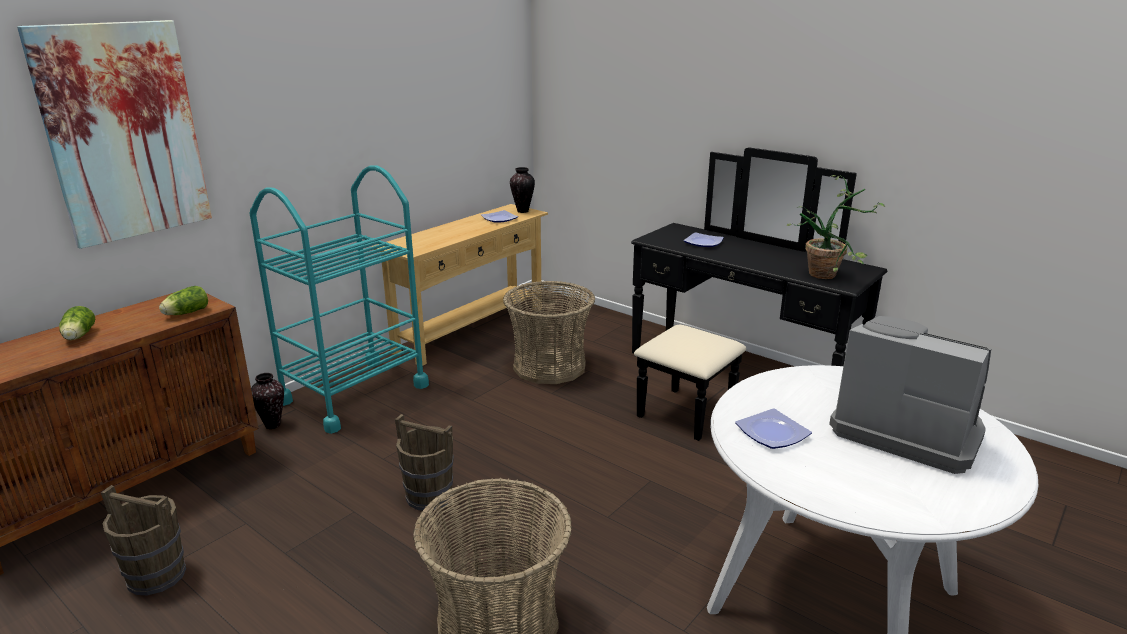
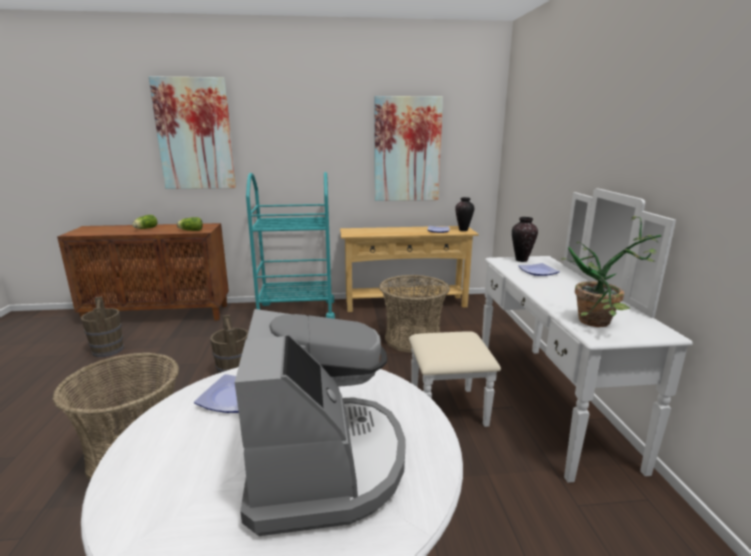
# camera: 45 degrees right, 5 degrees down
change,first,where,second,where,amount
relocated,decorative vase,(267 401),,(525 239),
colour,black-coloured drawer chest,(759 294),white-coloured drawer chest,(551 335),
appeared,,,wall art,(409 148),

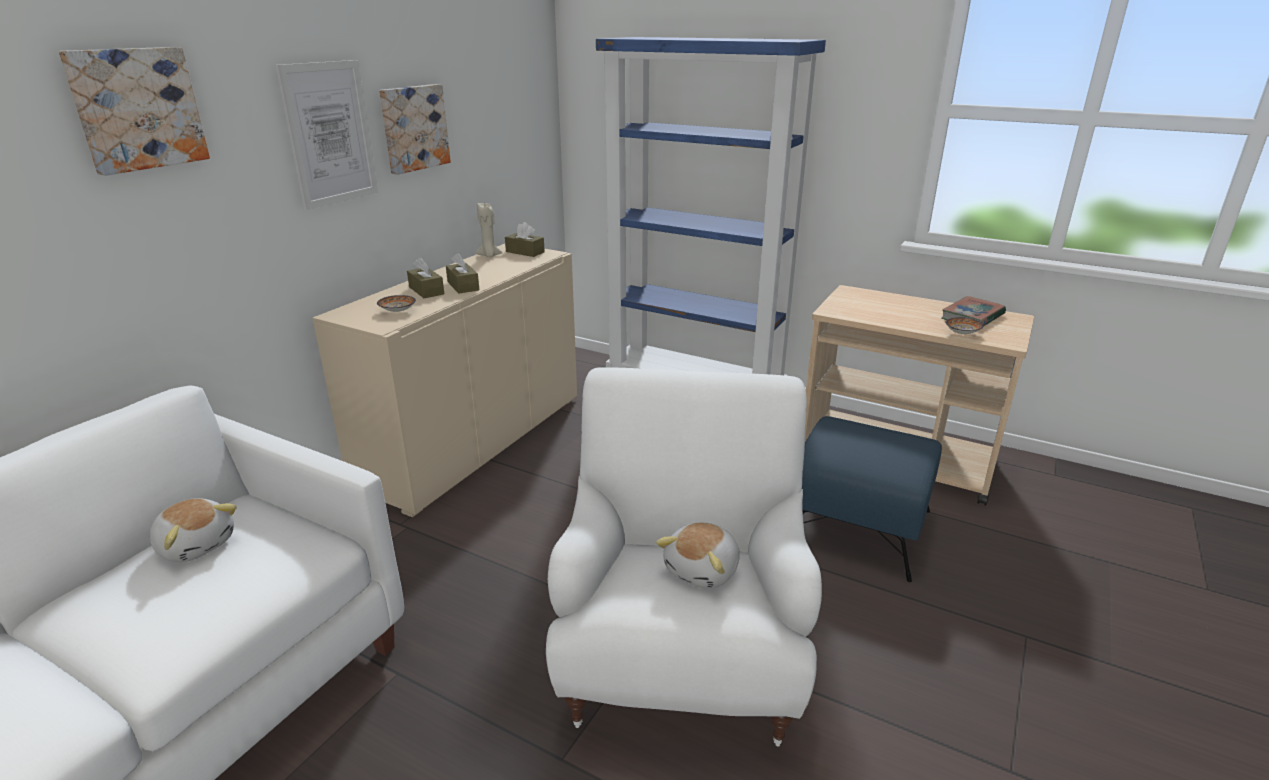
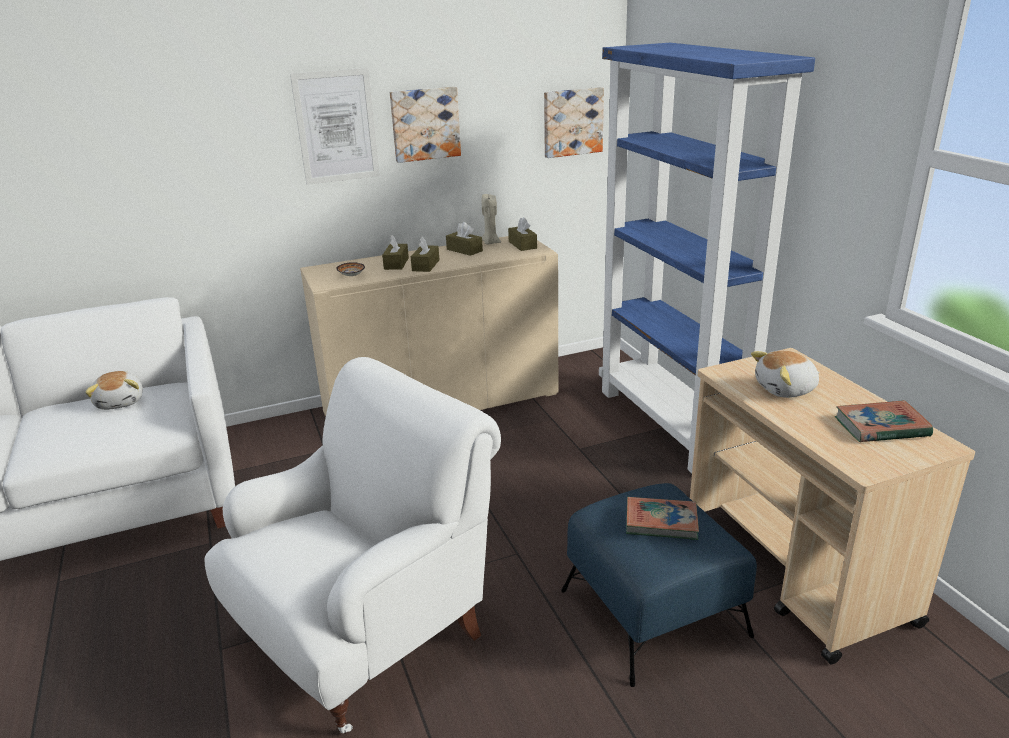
# camera: 40 degrees right, 0 degrees up
change,first,where,second,where,amount
relocated,wall art,(134 111),,(574 122),
relocated,cuddly toy,(698 555),,(785 374),
missing,bowl,(964 325),,,
appeared,,,brownish tissue holder,(464 239),
appeared,,,bound book,(662 518),

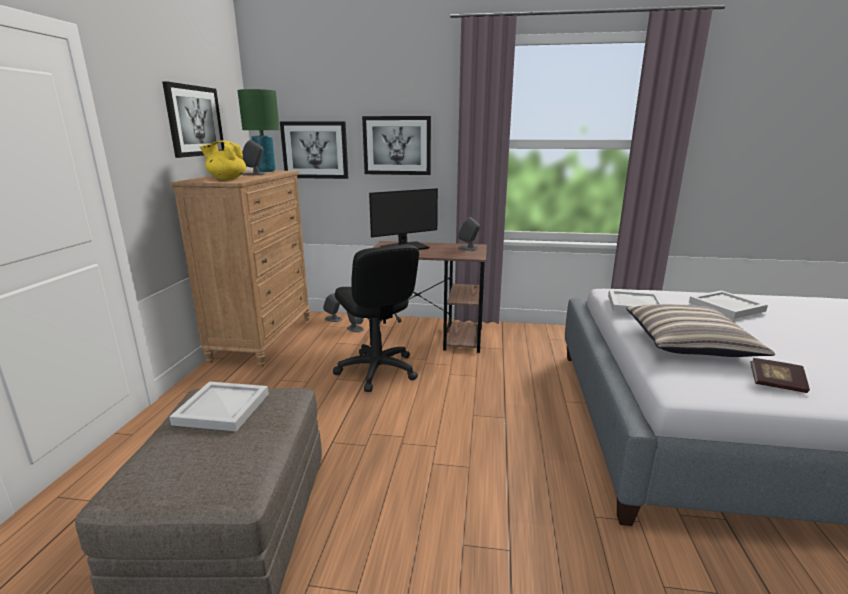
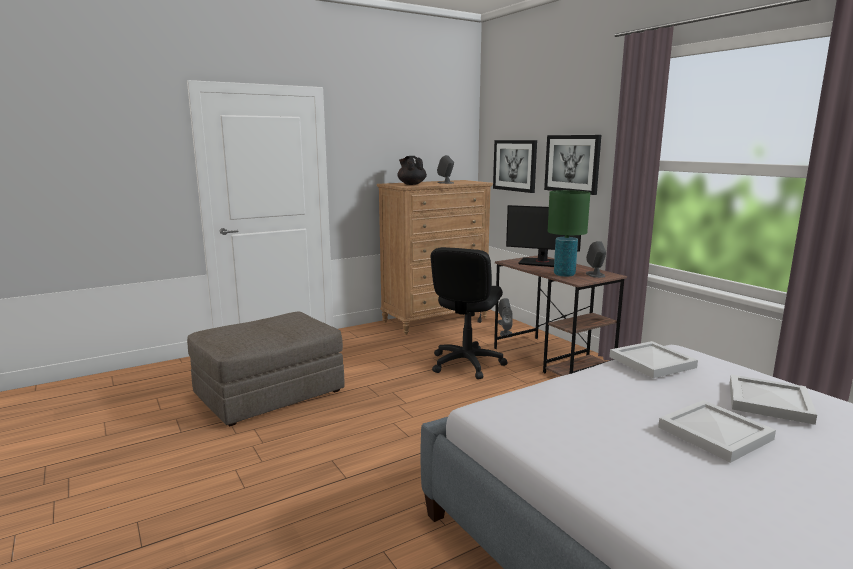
# camera: 50 degrees right, 5 degrees down
change,first,where,second,where,amount
missing,wall art,(193 119),,,
relocated,white-coloured carrying tray,(219 406),,(717 431),
colour,yellowish pot for tea,(223 160),black-coloured pot for tea,(412 170),
relocated,green table lamp,(258 130),,(569 233),
missing,throw pillow,(700 330),,,
missing,bound book,(780 375),,,

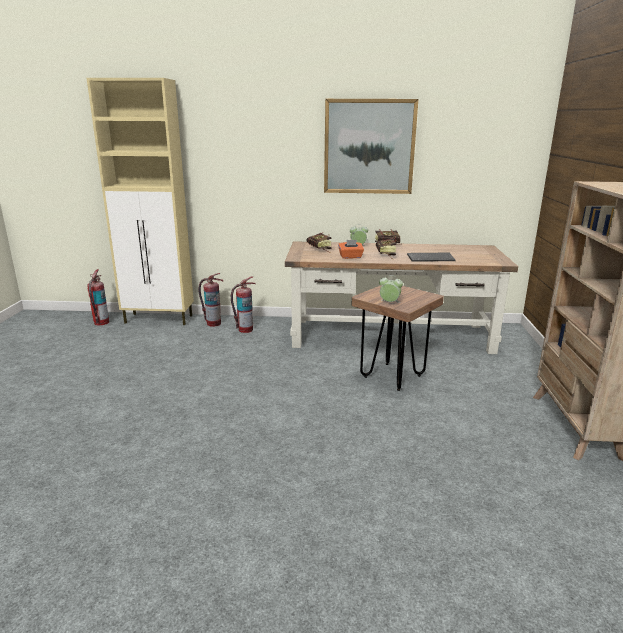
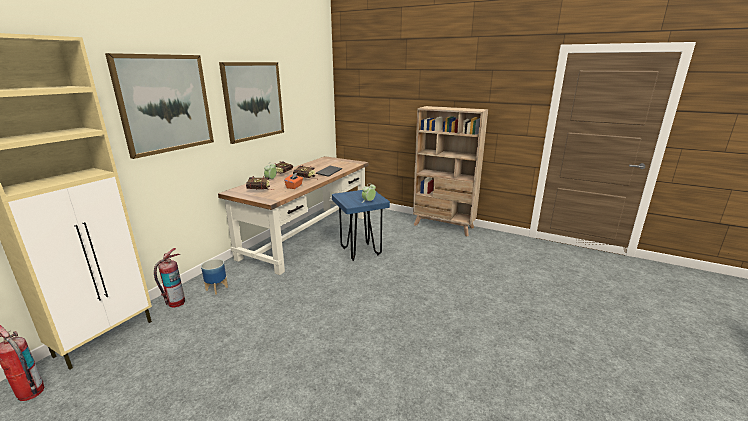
# camera: 65 degrees left, 0 degrees up
change,first,where,second,where,amount
exchanged,extinguisher,(243 304),planter,(214 277),
colour,brownish stool seat,(398 338),bluish stool seat,(361 225),
appeared,,,wall art,(159 106),

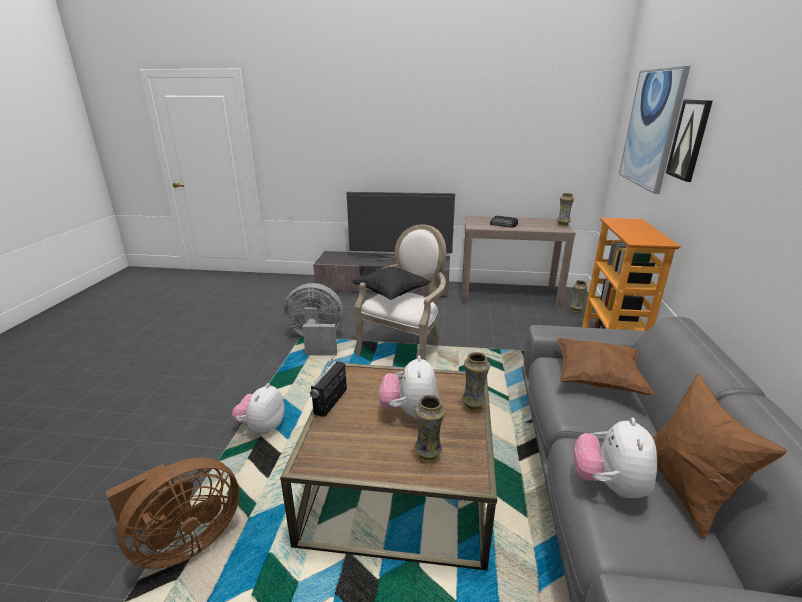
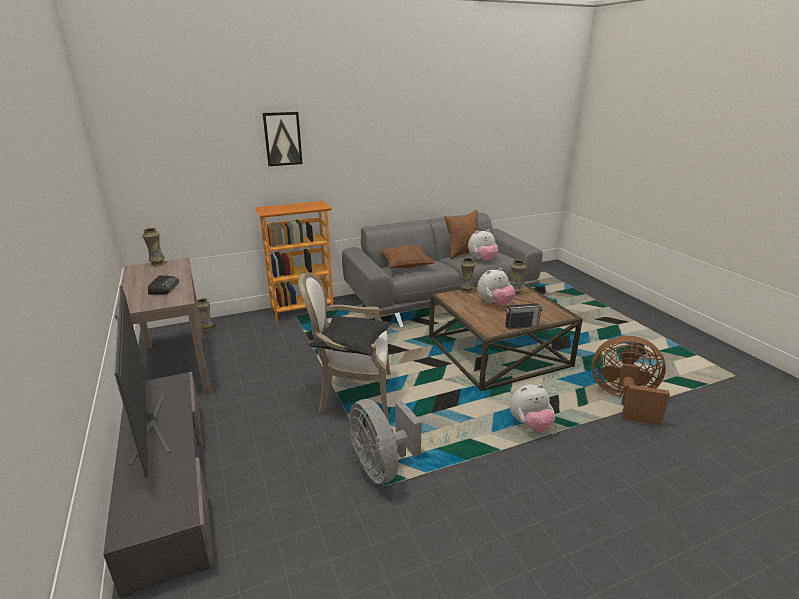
# camera: 120 degrees left, 0 degrees up
change,first,where,second,where,amount
missing,wall art,(654 130),,,

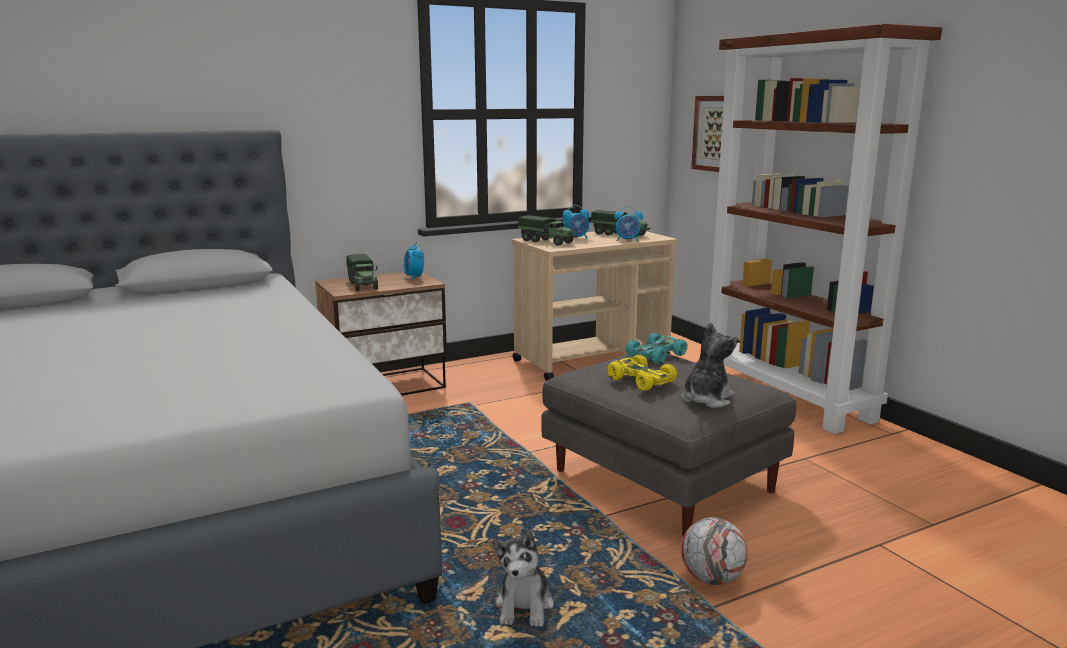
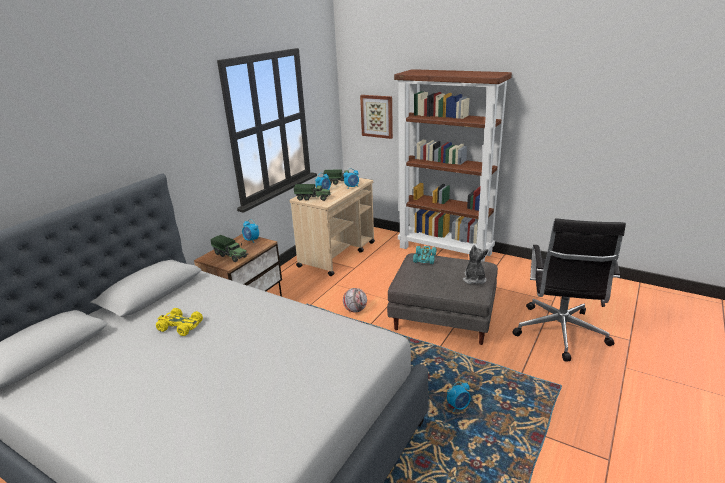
# camera: 30 degrees left, 10 degrees up
change,first,where,second,where,amount
exchanged,cuddly toy,(523 578),alarm clock,(459 397),
relocated,yellowish model car,(642 373),,(179 322),
relocated,ball for football,(714 551),,(355 300),
appeared,,,black-coloured desk chair,(569 290),

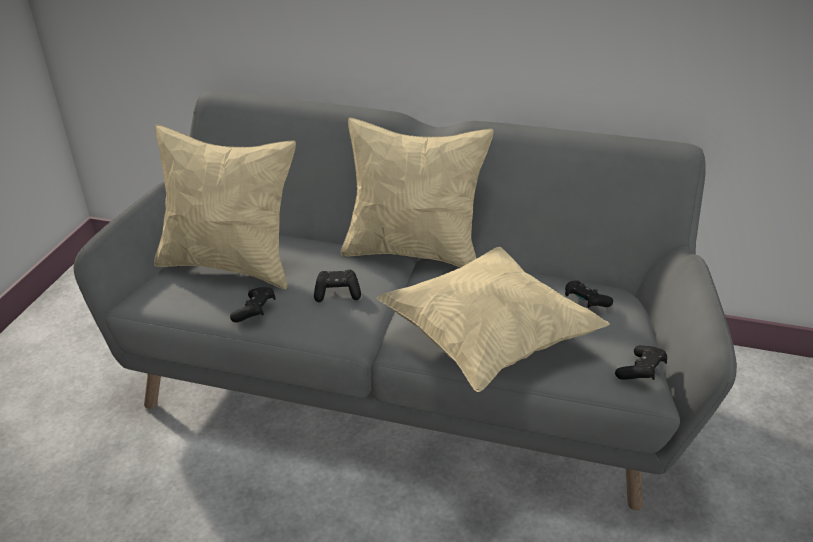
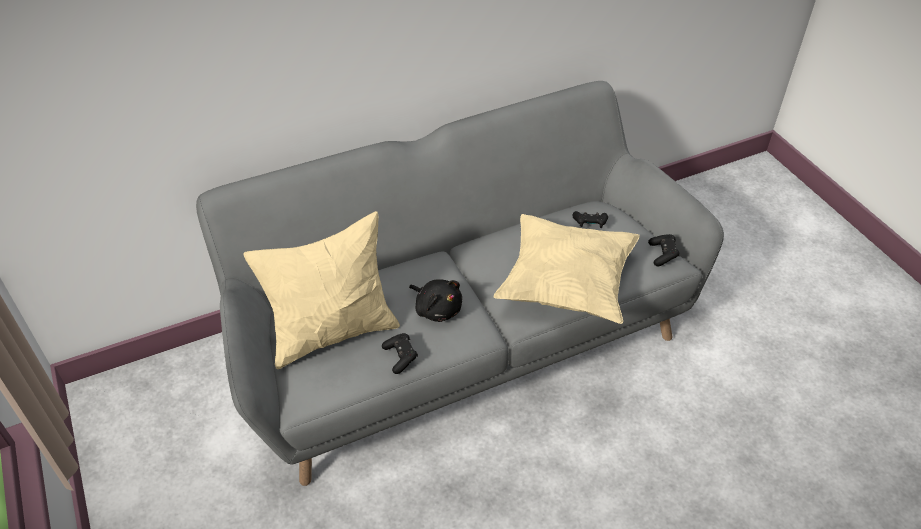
# camera: 40 degrees left, 10 degrees up
change,first,where,second,where,amount
exchanged,black-coloured joypad,(337 286),black-coloured cuddly toy,(435 300),
missing,beige-coloured throw pillow,(417 193),,,

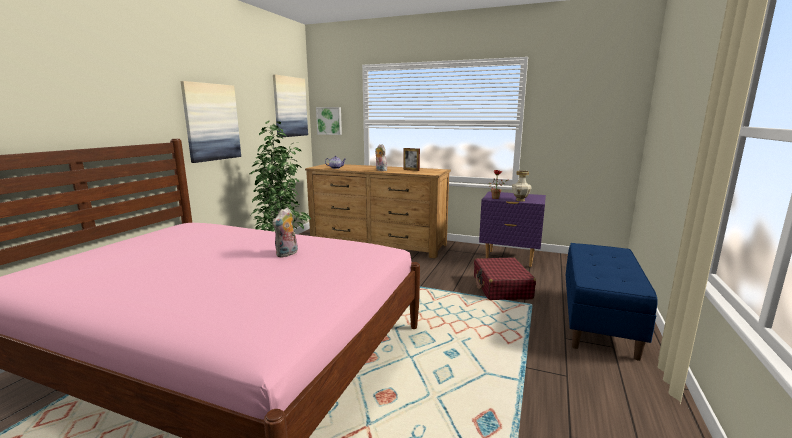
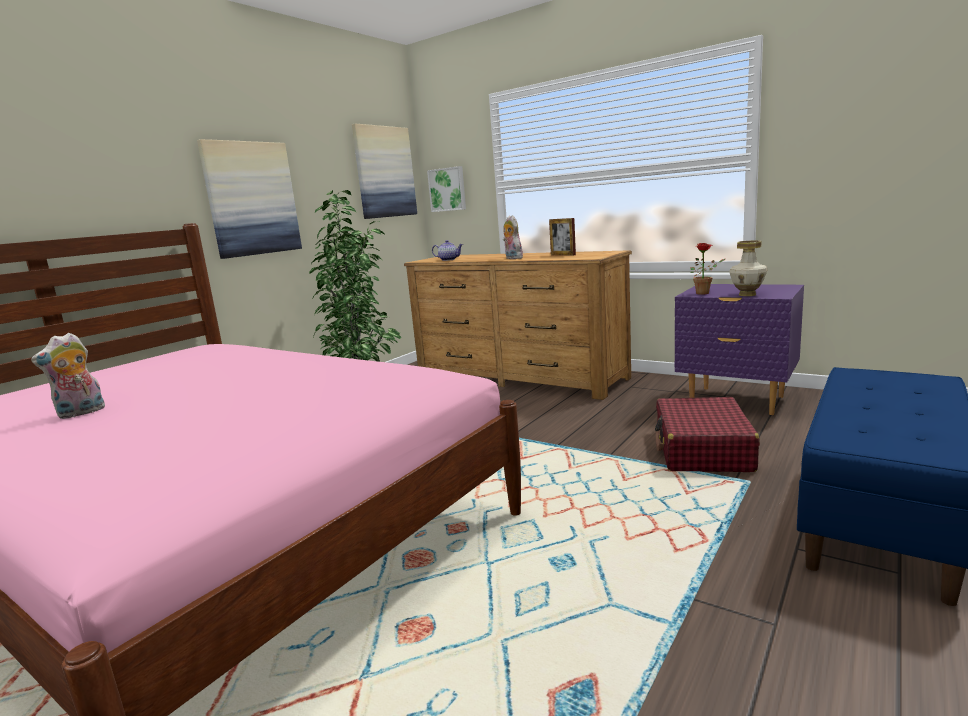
# camera: 15 degrees right, 0 degrees up
change,first,where,second,where,amount
relocated,cuddly toy,(285 232),,(68 376),

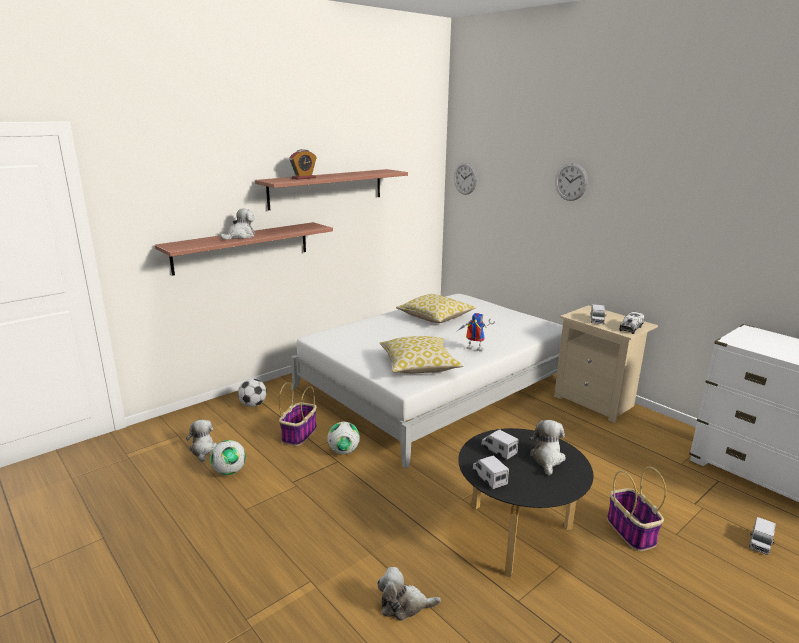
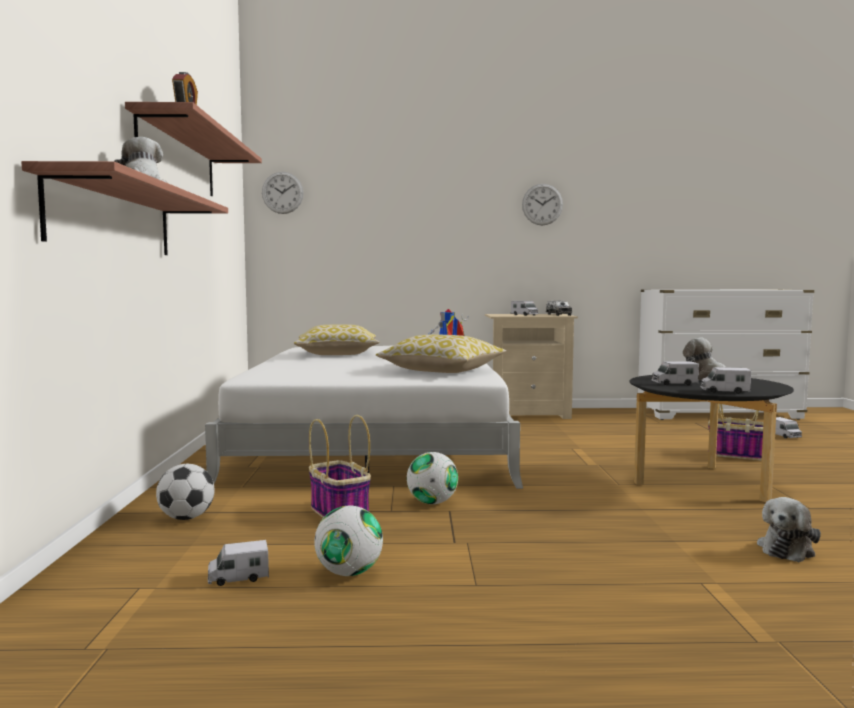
# camera: 50 degrees left, 15 degrees down
change,first,where,second,where,amount
exchanged,cuddly toy,(201 441),model truck,(238 563),
relocated,clock on the wall,(571 182),,(542 204),

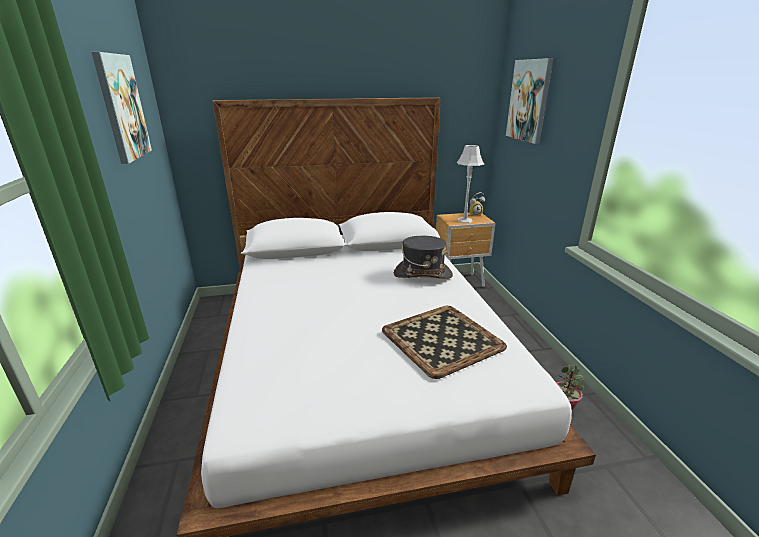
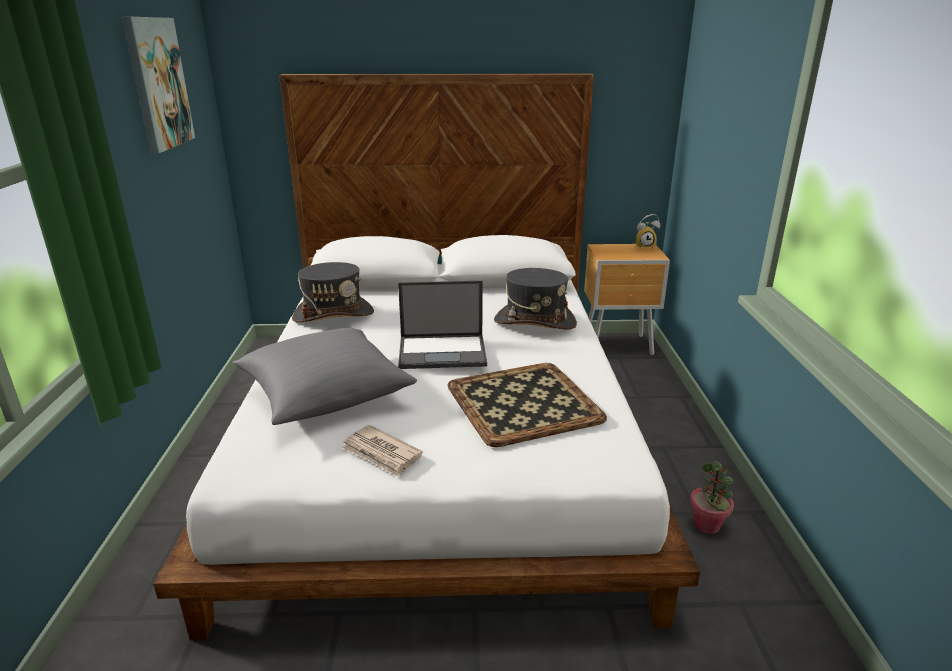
# camera: 10 degrees right, 0 degrees up
change,first,where,second,where,amount
missing,gray table lamp,(470 184),,,
missing,wall art,(529 101),,,
appeared,,,gray throw pillow,(325 376),
appeared,,,gray hat,(333 292),
appeared,,,printed paper,(382 451),
appeared,,,notebook computer,(442 325),

